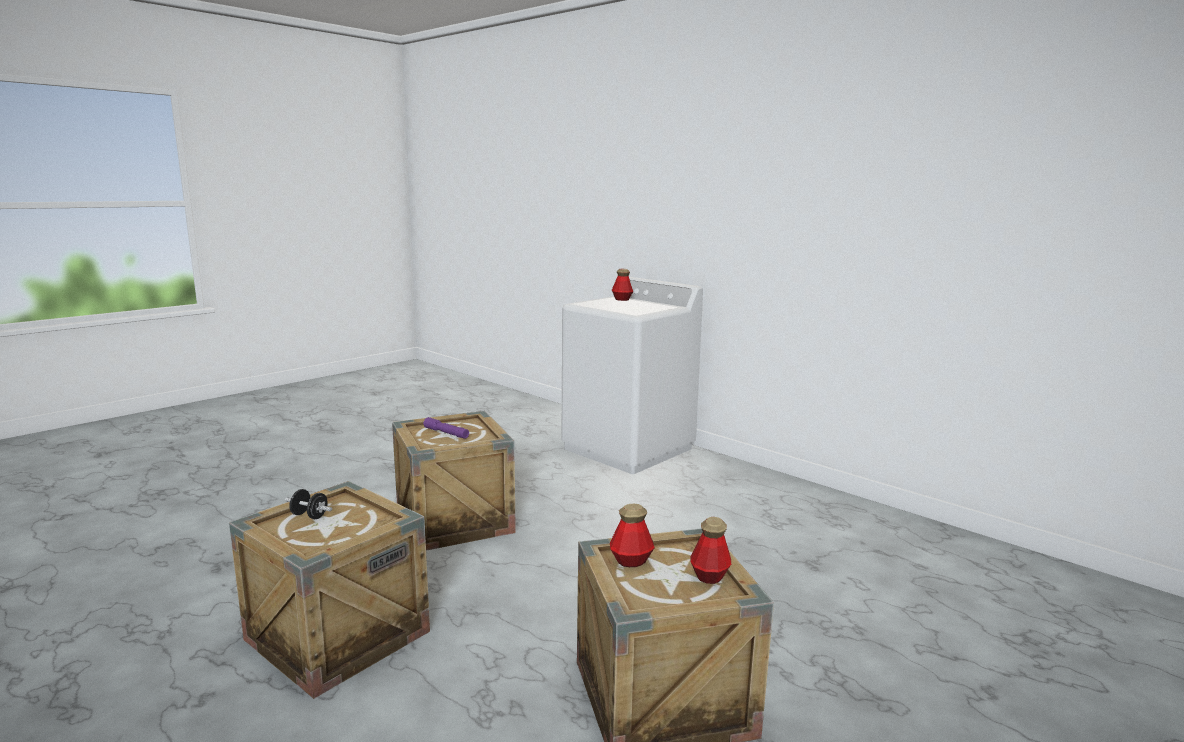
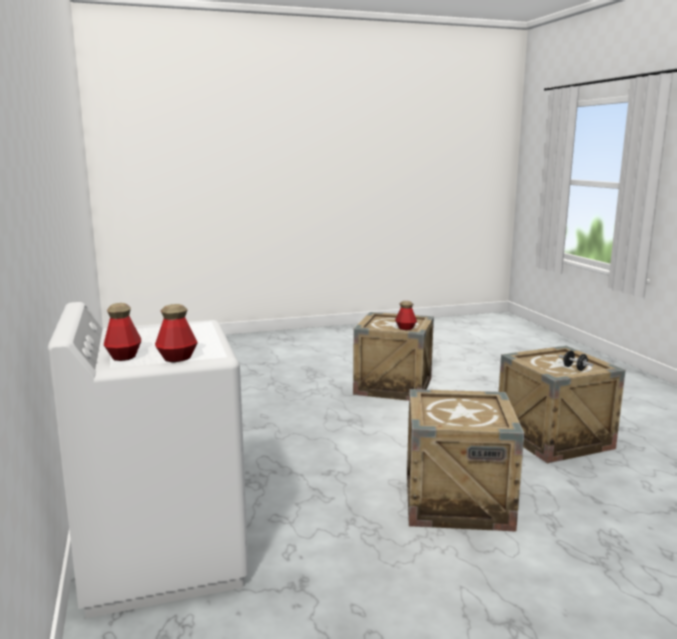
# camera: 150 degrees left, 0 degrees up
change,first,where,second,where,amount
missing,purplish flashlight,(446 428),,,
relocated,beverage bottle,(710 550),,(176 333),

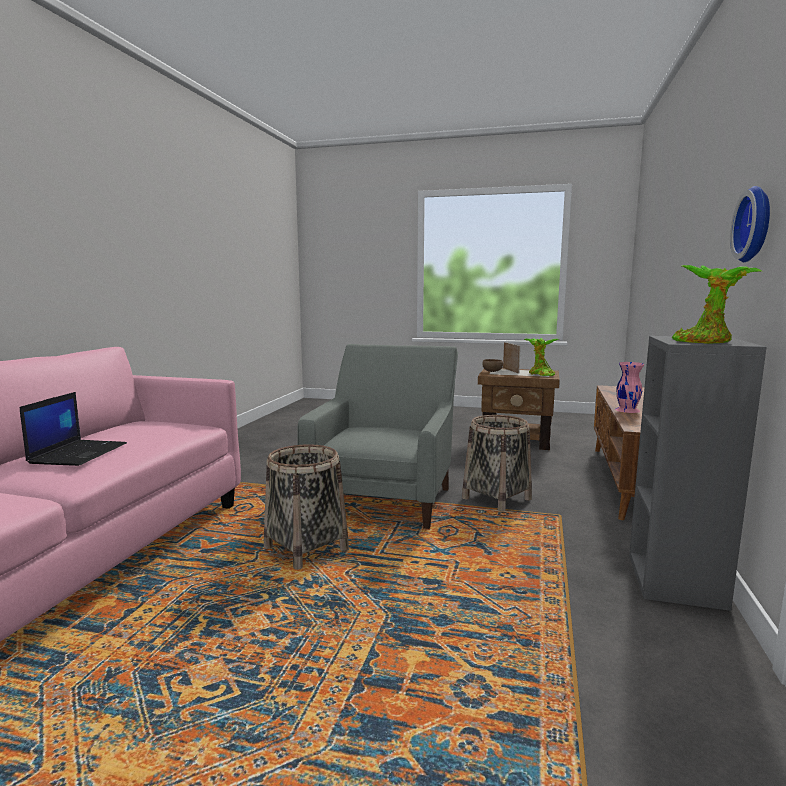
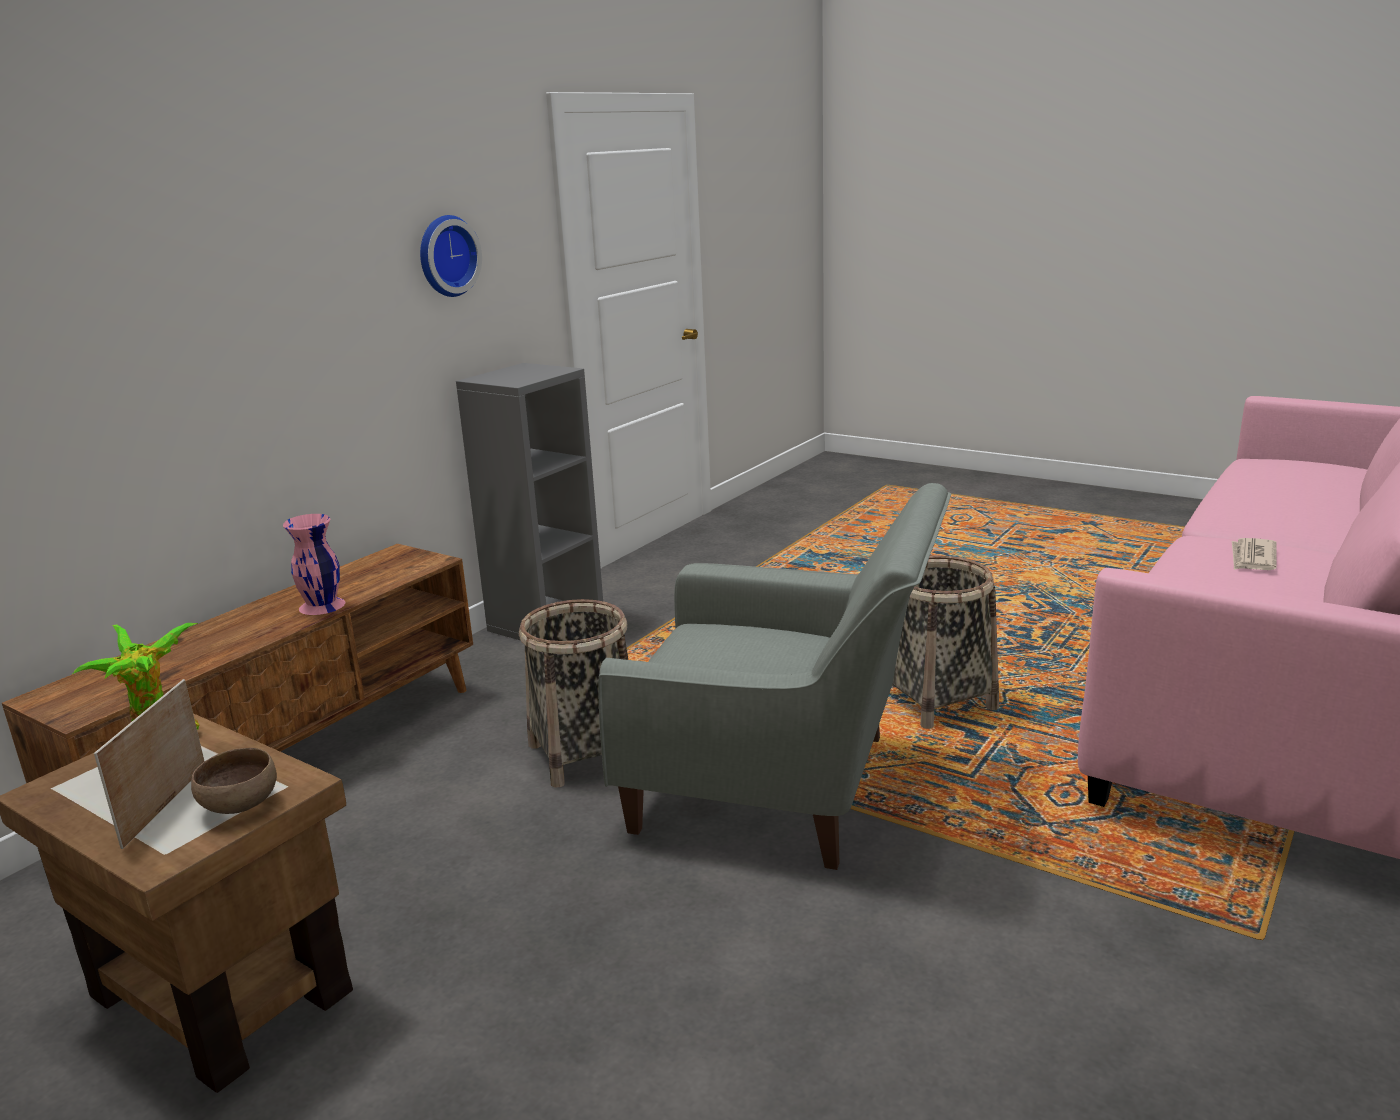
# camera: 160 degrees left, 10 degrees up
change,first,where,second,where,amount
exchanged,notebook computer,(73 429),printed paper,(1254 554),
spun,gray lounge chair,(378 436),,(775 676),105 degrees counterclockwise
missing,houseplant,(717 304),,,

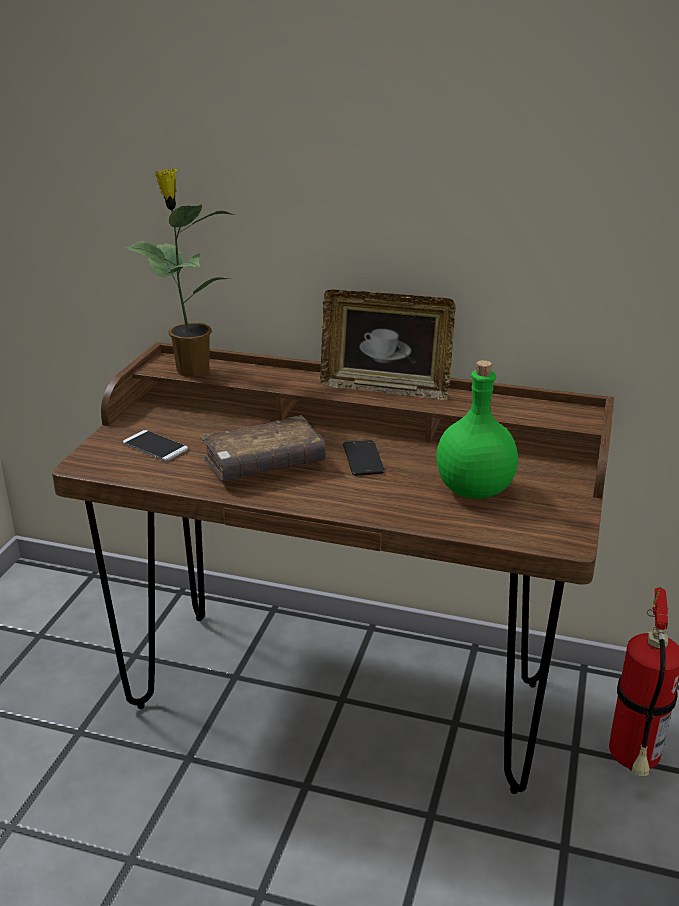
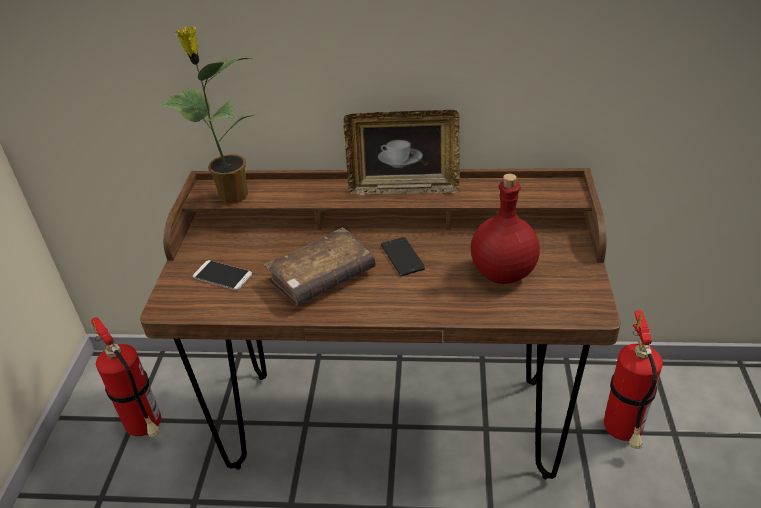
# camera: 10 degrees left, 10 degrees up
change,first,where,second,where,amount
colour,green beverage bottle,(477 429),red-coloured beverage bottle,(505 229),
appeared,,,extinguisher,(125 377),

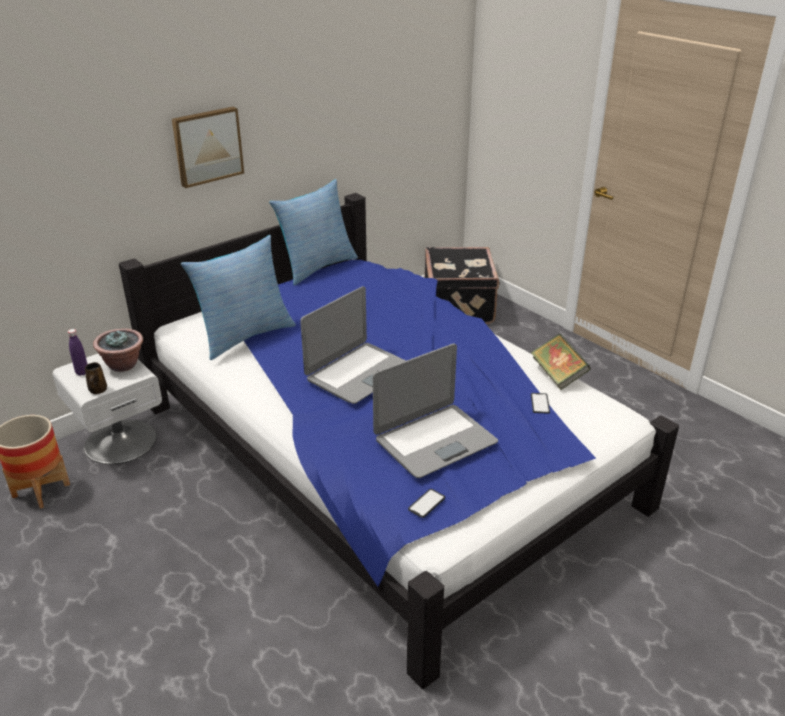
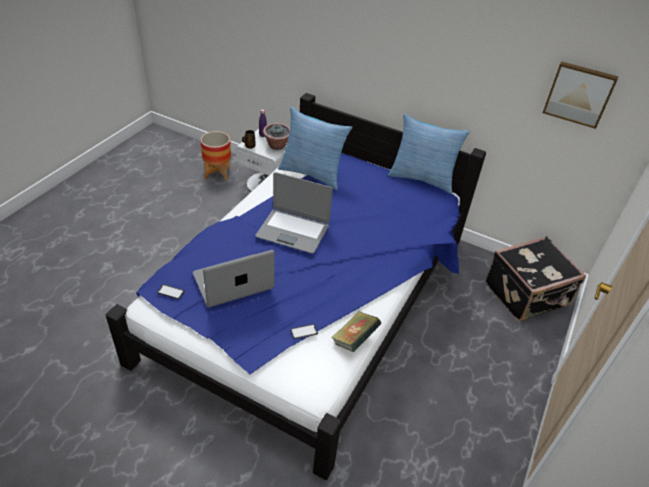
# camera: 65 degrees right, 10 degrees up
change,first,where,second,where,amount
relocated,wall art,(208 147),,(580 95),
spun,notebook computer,(435 411),,(234 278),120 degrees clockwise

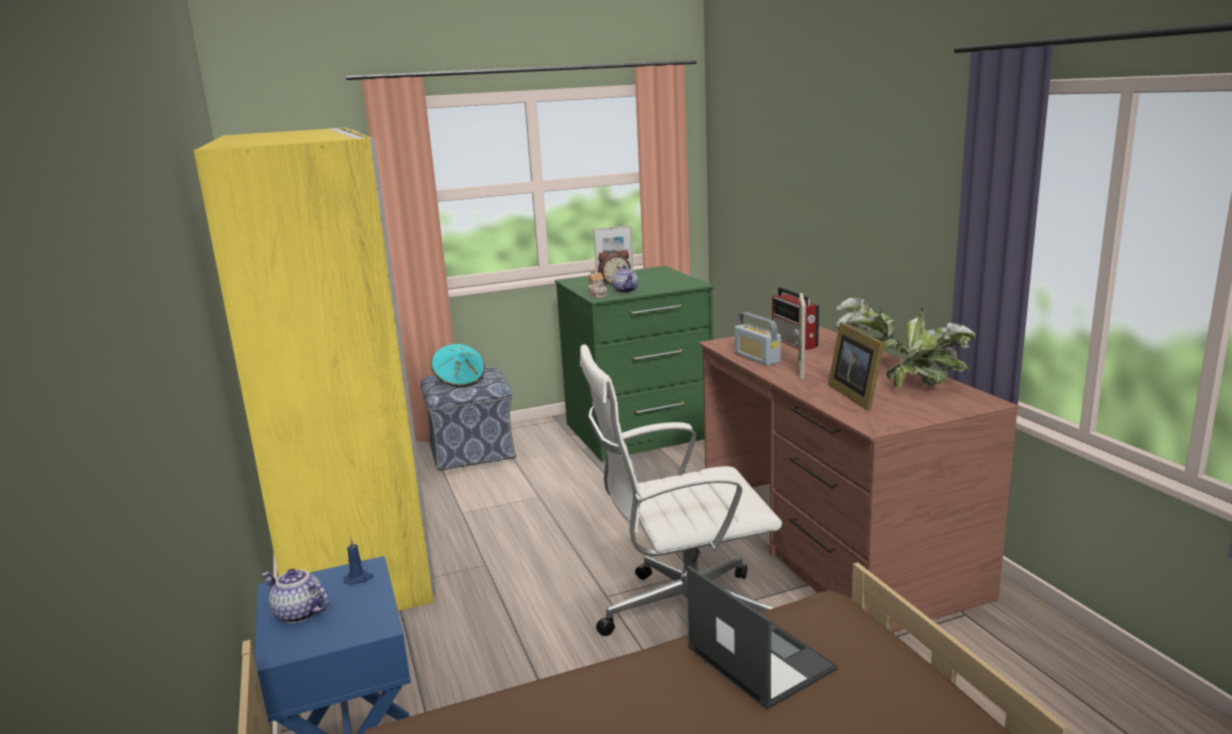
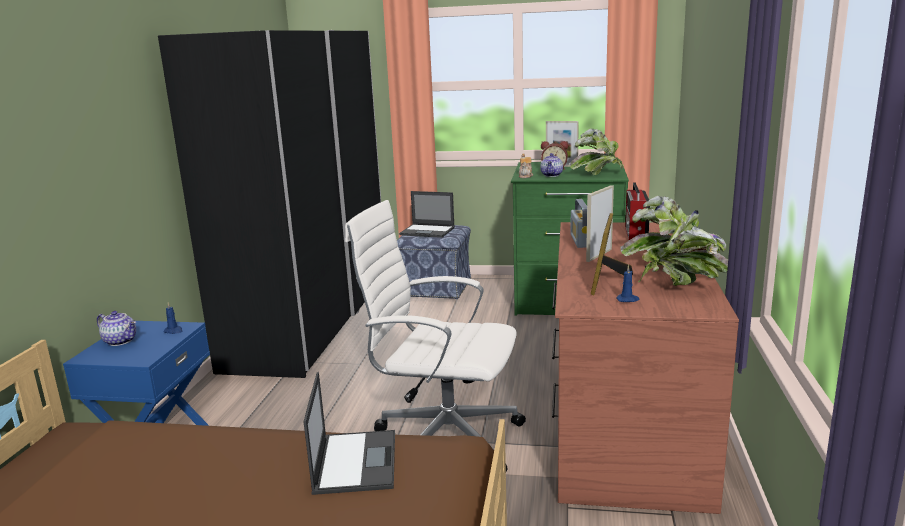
# camera: 30 degrees right, 0 degrees up
change,first,where,second,where,amount
colour,yellowish armoire,(315 369),black-coloured armoire,(269 204),
spun,pot for tea,(295 596),,(116 328),150 degrees clockwise
exchanged,turquoise-coloured hat,(458 365),notebook computer,(427 214),
appeared,,,houseplant,(596 152),
appeared,,,bluish candle,(627 283),

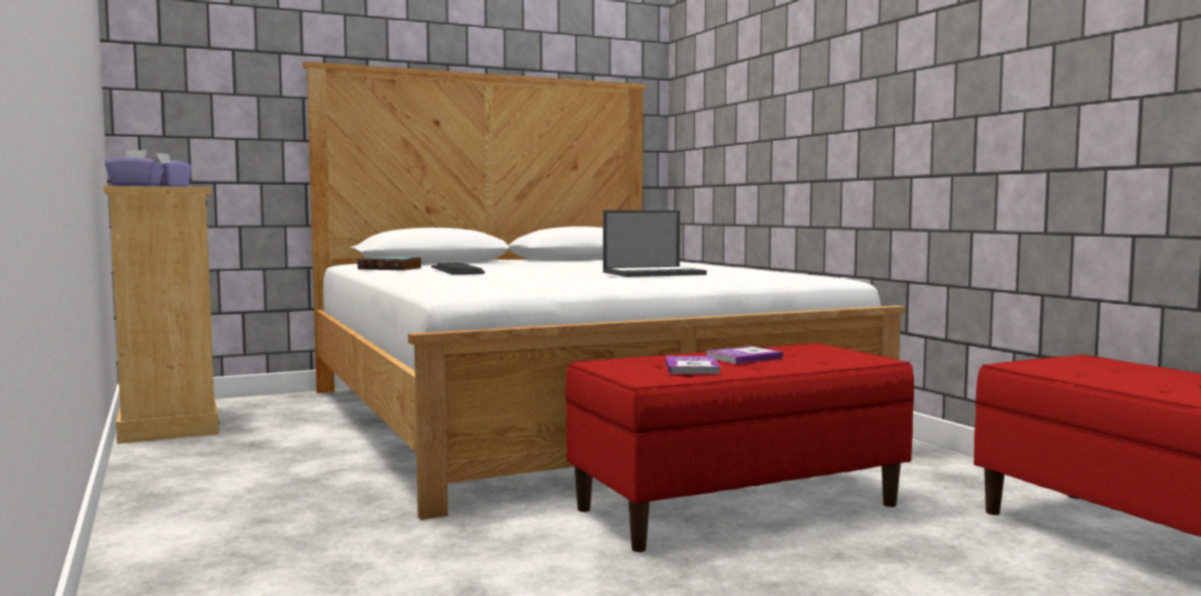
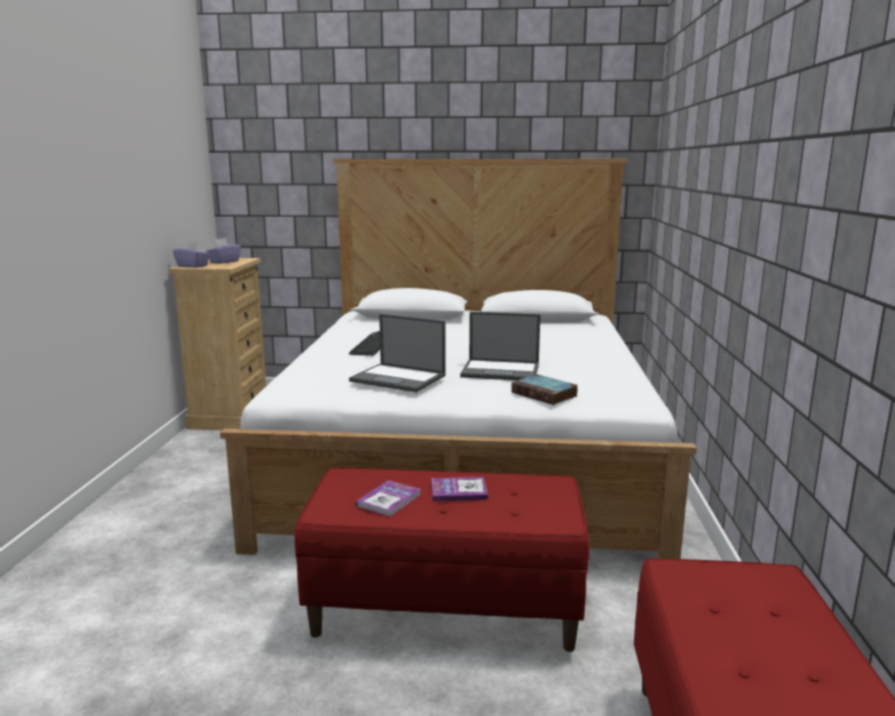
# camera: 30 degrees right, 10 degrees up
change,first,where,second,where,amount
relocated,bound book,(389 263),,(544 389),
appeared,,,notebook computer,(397 353),

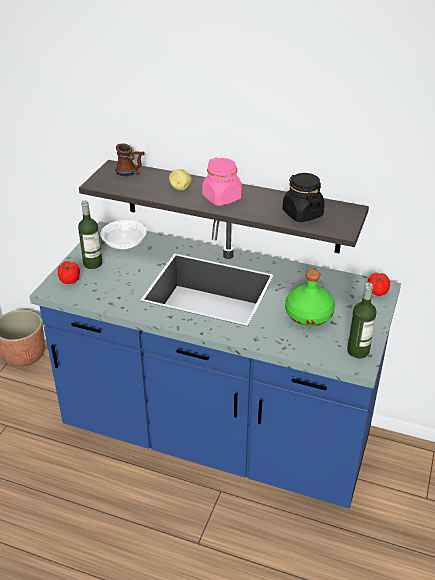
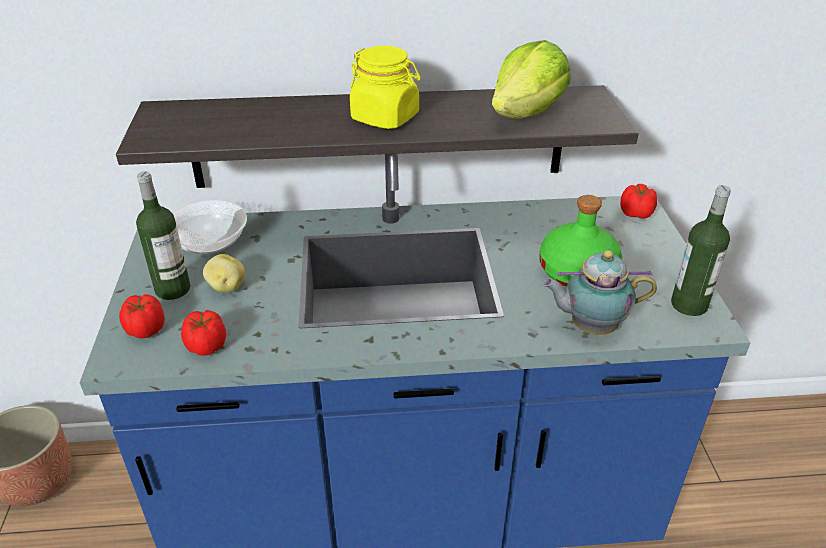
# camera: 25 degrees left, 0 degrees up
change,first,where,second,where,amount
missing,tea mug,(130 159),,,
relocated,whole potato,(180 180),,(224 273),
colour,pinkish jar,(222 181),yellowish jar,(385 87),
exchanged,black-coloured jar,(303 197),lettuce head,(531 79),
appeared,,,fresh tomato,(203 333),
appeared,,,pot for tea,(599 292),

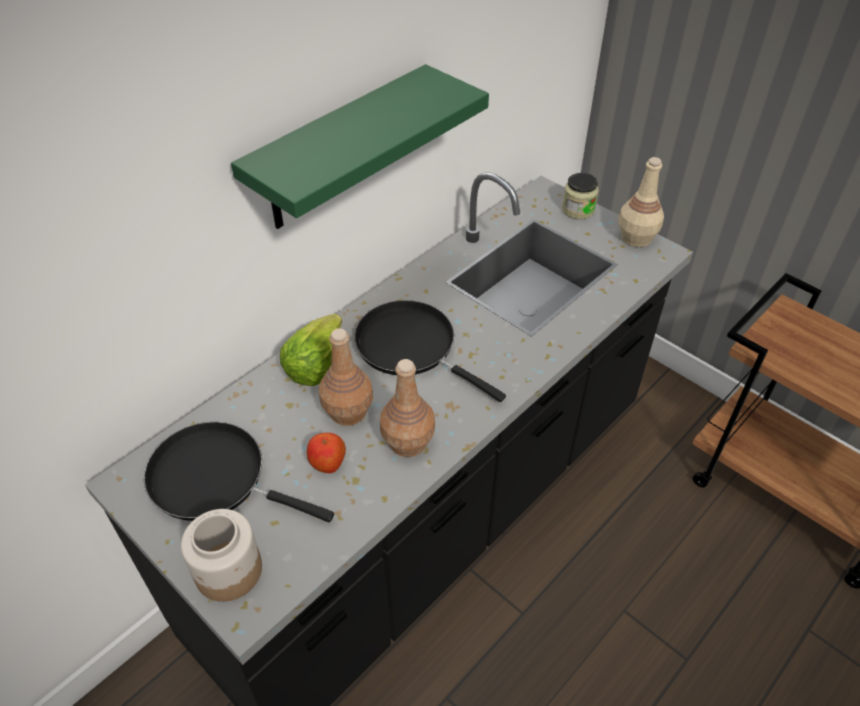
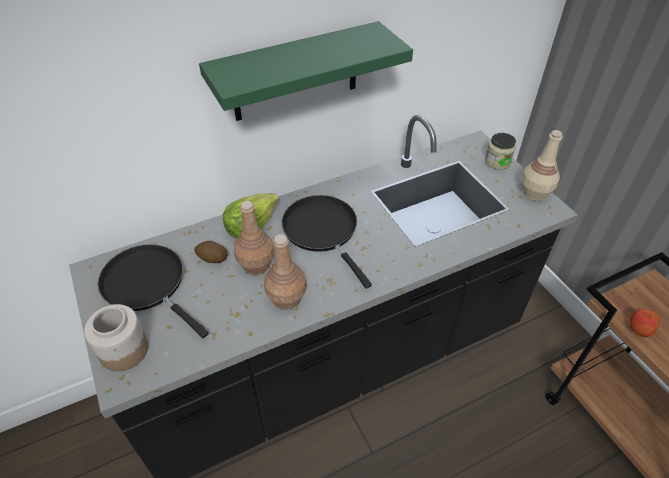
# camera: 20 degrees right, 0 degrees up
change,first,where,second,where,amount
relocated,apple,(326 453),,(644 323),
appeared,,,whole potato,(211 251),

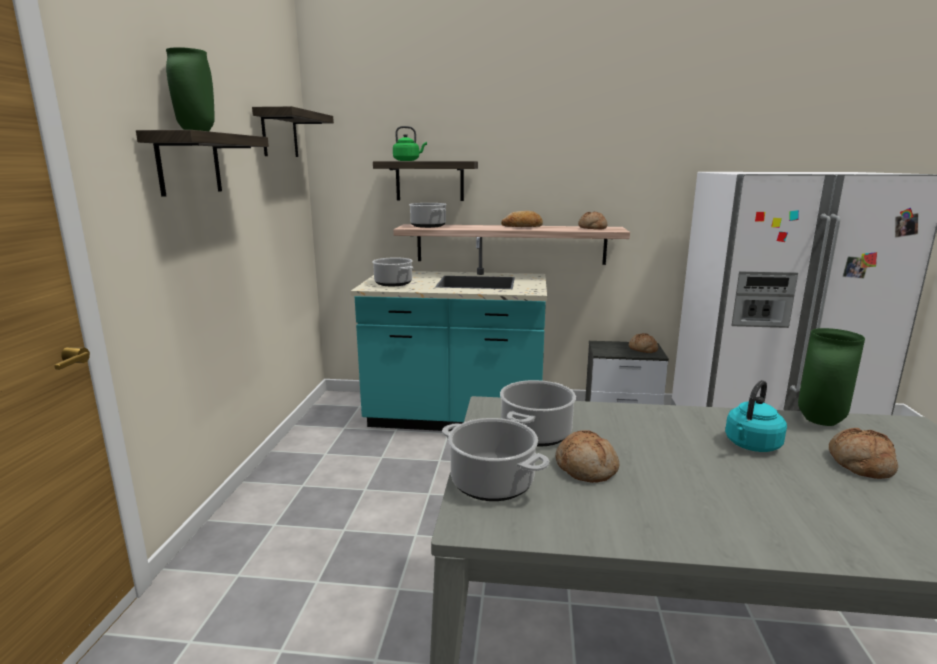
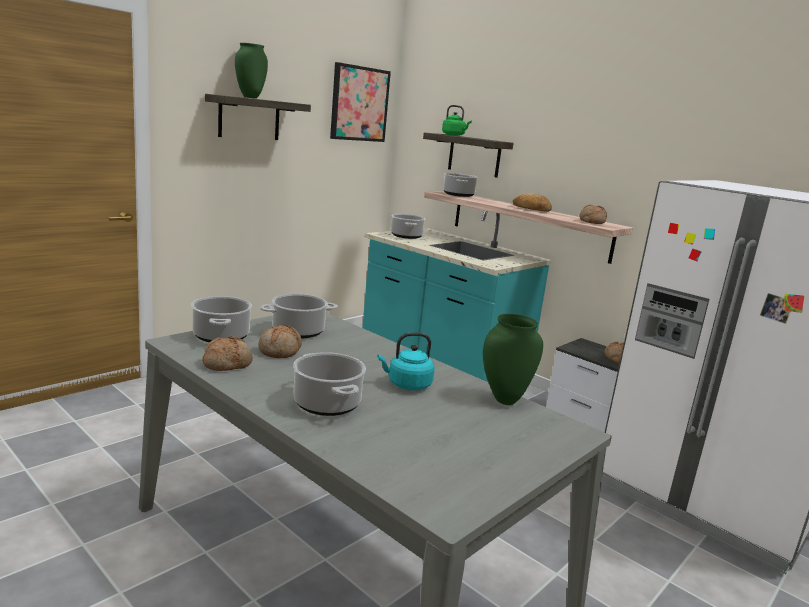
# camera: 35 degrees right, 0 degrees up
change,first,where,second,where,amount
exchanged,shelf,(293 131),wall art,(360 102),
relocated,bread,(863 453),,(227 353),
appeared,,,cooking pot,(329 384),

